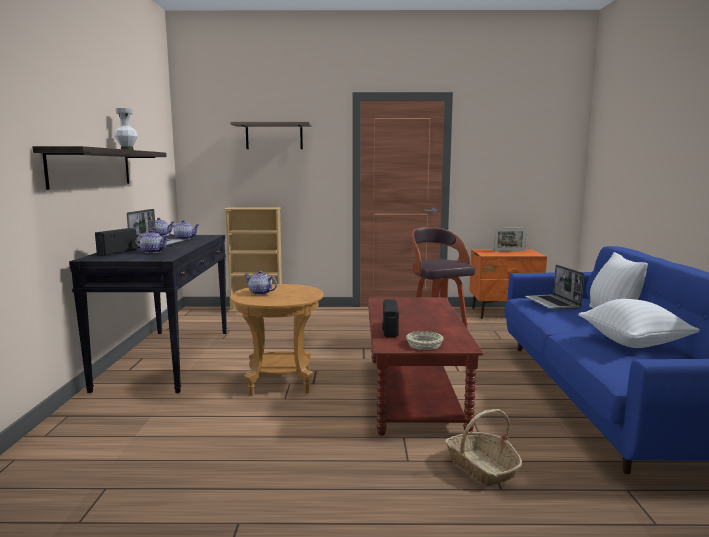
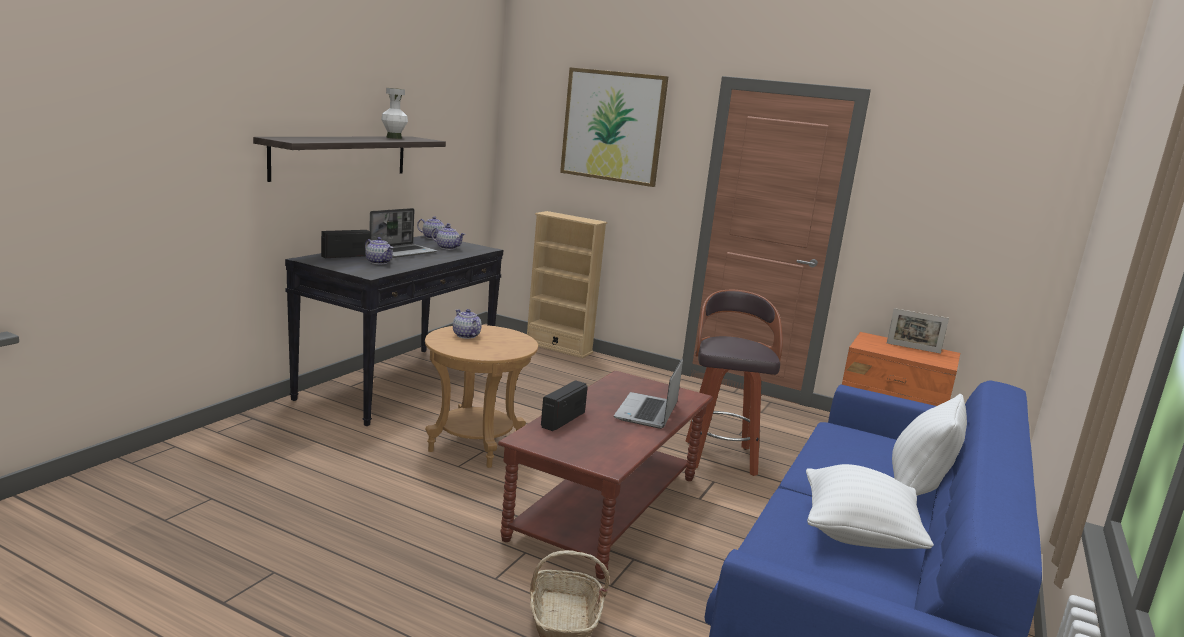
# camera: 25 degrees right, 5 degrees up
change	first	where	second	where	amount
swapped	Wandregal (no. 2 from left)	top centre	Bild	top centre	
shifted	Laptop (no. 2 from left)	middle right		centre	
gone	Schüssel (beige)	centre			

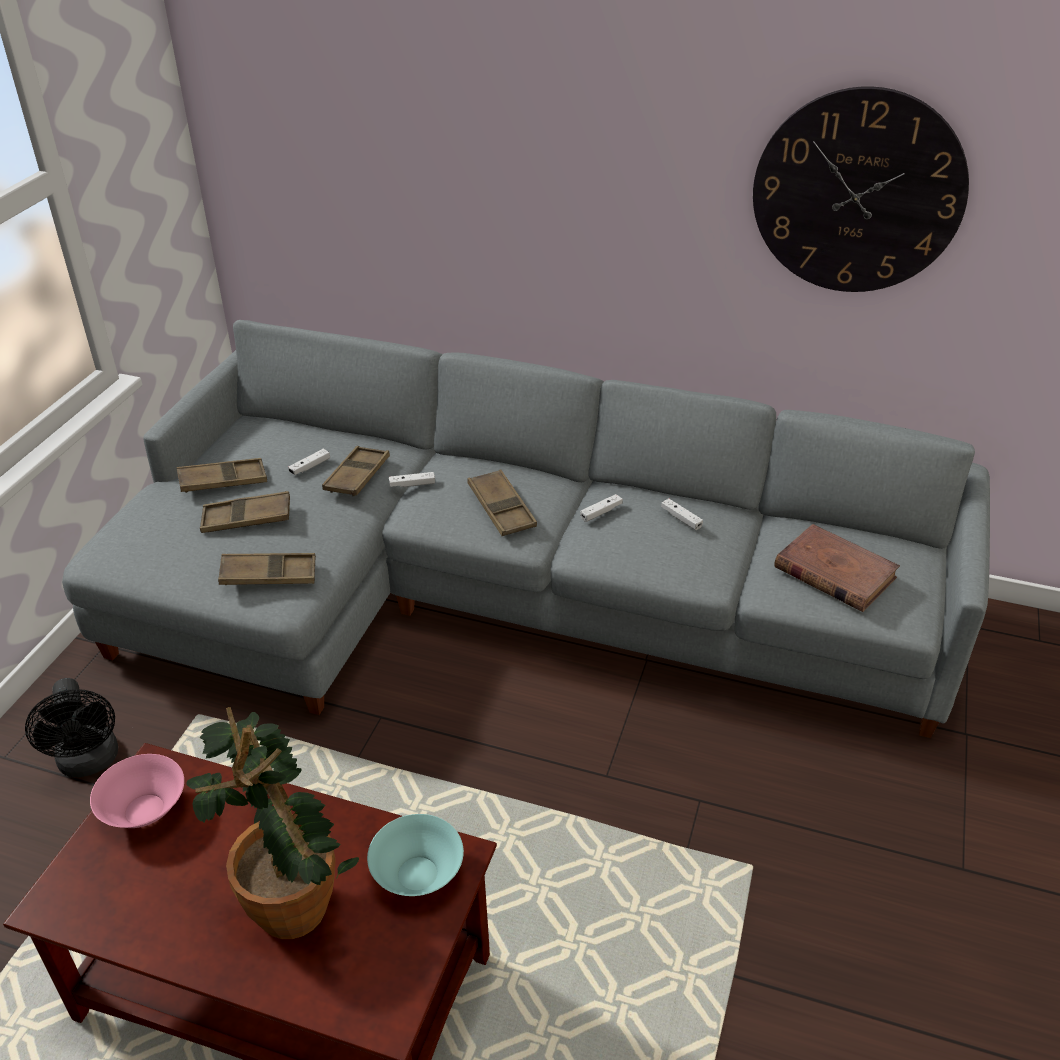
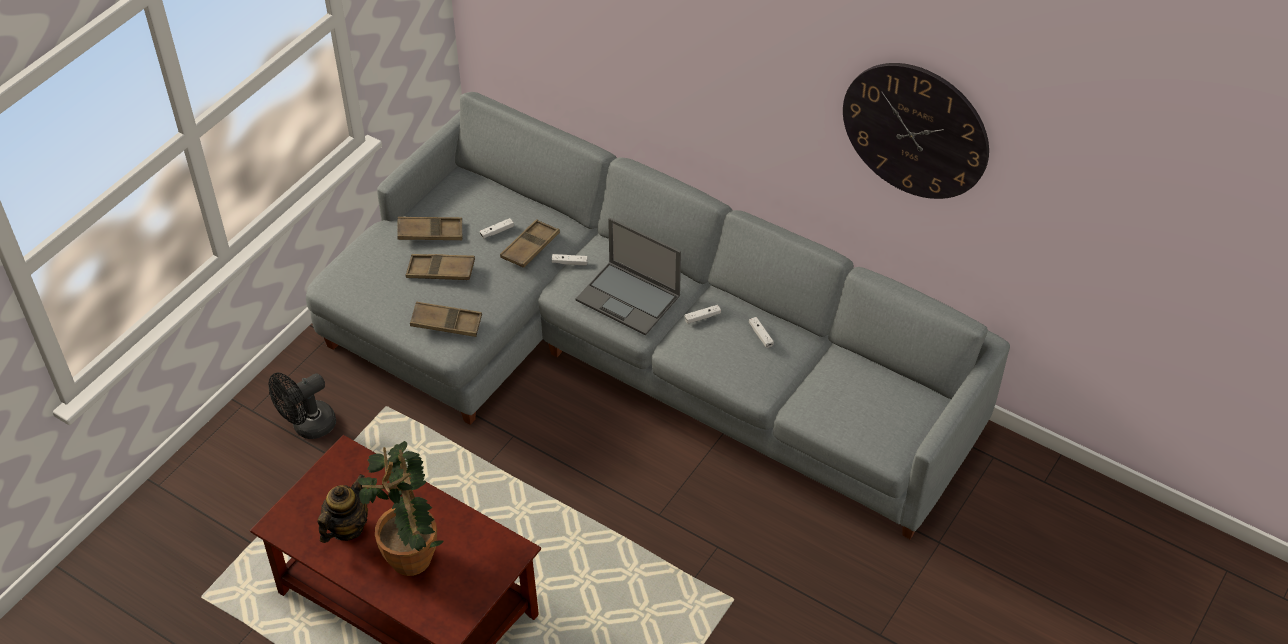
# camera: 15 degrees right, 10 degrees up
change	first	where	second	where	amount
rotated	Ventilator (schwarz)	bottom left		middle left	60 degrees clockwise
new			Teekanne	bottom left	
swapped	Tablett (braun) (no. 5 from left)	centre	Laptop	centre	
gone	Schüssel (rosa)	bottom left			
gone	Schüssel (türkis)	bottom centre			
gone	Buch (braun)	middle right			

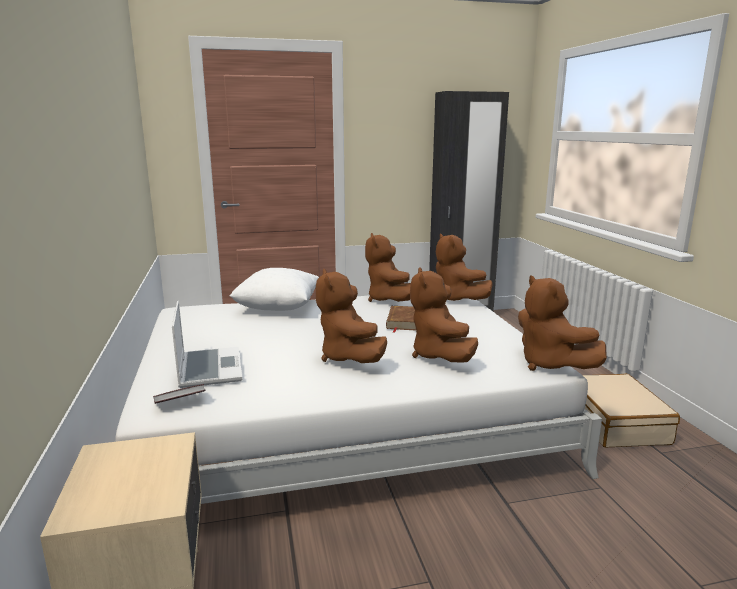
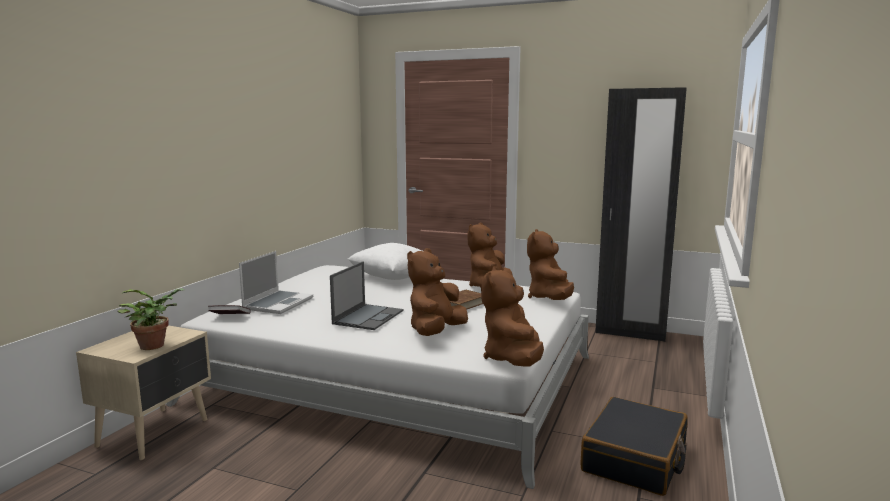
# camera: 35 degrees right, 5 degrees down
change	first	where	second	where	amount
new			Topfpflanze	middle left	
swapped	Plüschtier (braun) (no. 1 from left)	centre	Laptop (no. 2 from left)	centre	
repainted	Koffer (beige)	bottom right	Koffer (schwarz)	bottom right	

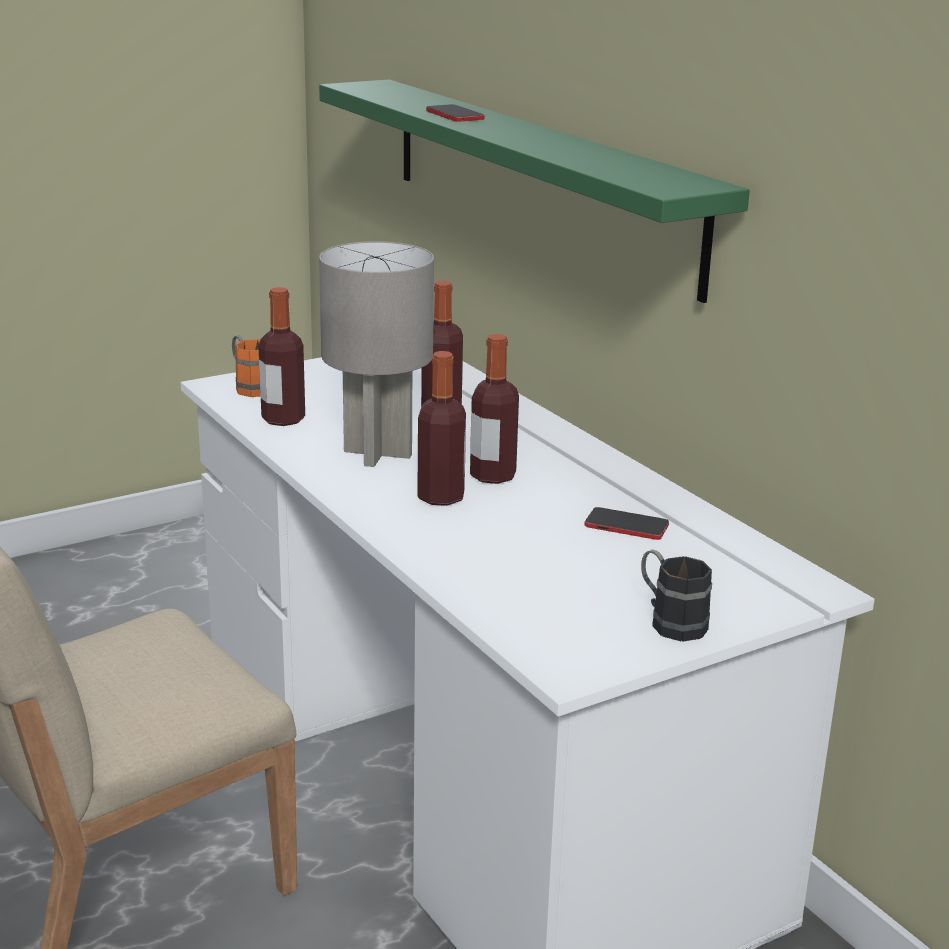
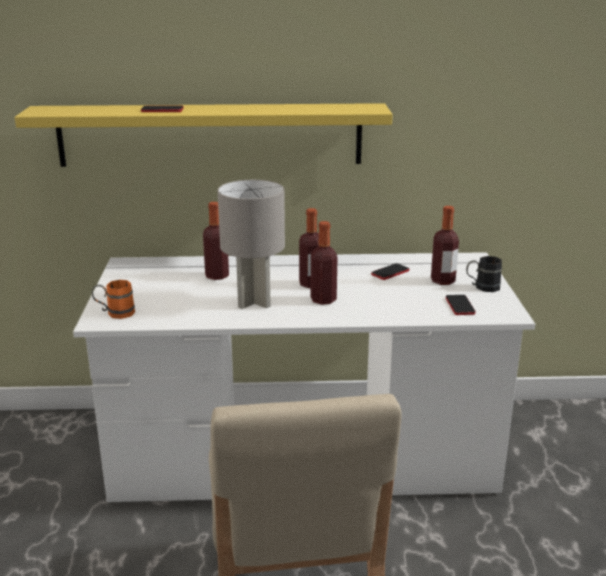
# camera: 60 degrees left, 0 degrees up
change	first	where	second	where	amount
repainted	Wandregal (grün)	top centre	Wandregal (gelb)	top centre	
shifted	Flasche (no. 1 from left in the first image)	middle left	Flasche (no. 4 from left)	middle right	
new			Handy (no. 3 from left)	middle right	

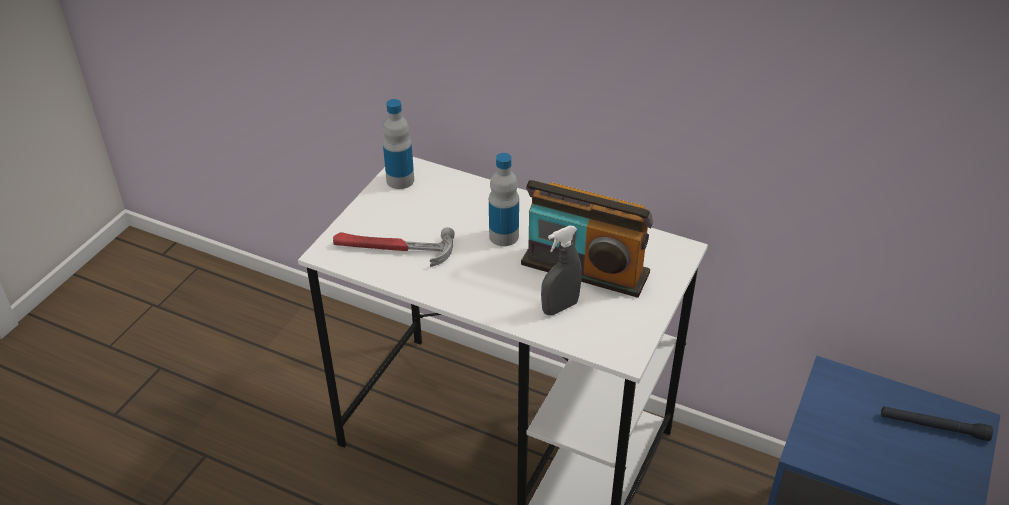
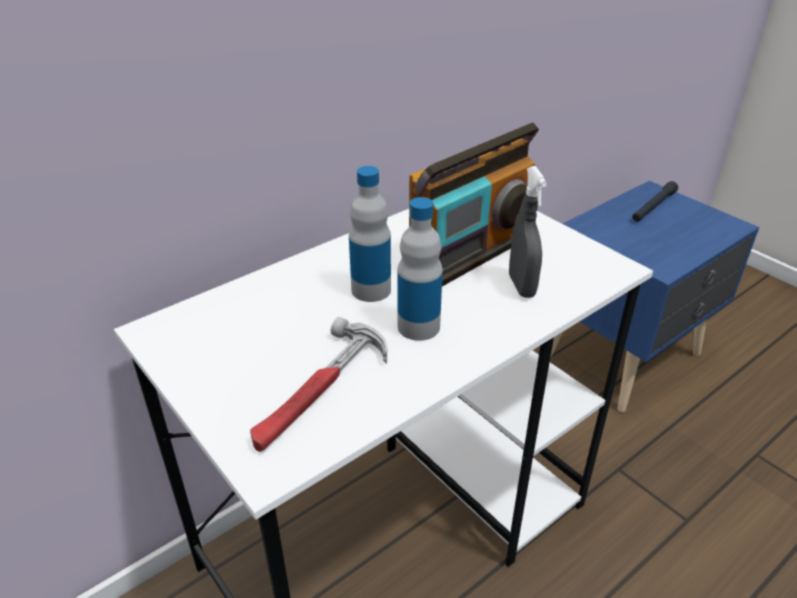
# camera: 65 degrees left, 5 degrees down
change	first	where	second	where	amount
shifted	Flasche (no. 1 from left in the first image)	top centre	Flasche (no. 2 from left)	centre	

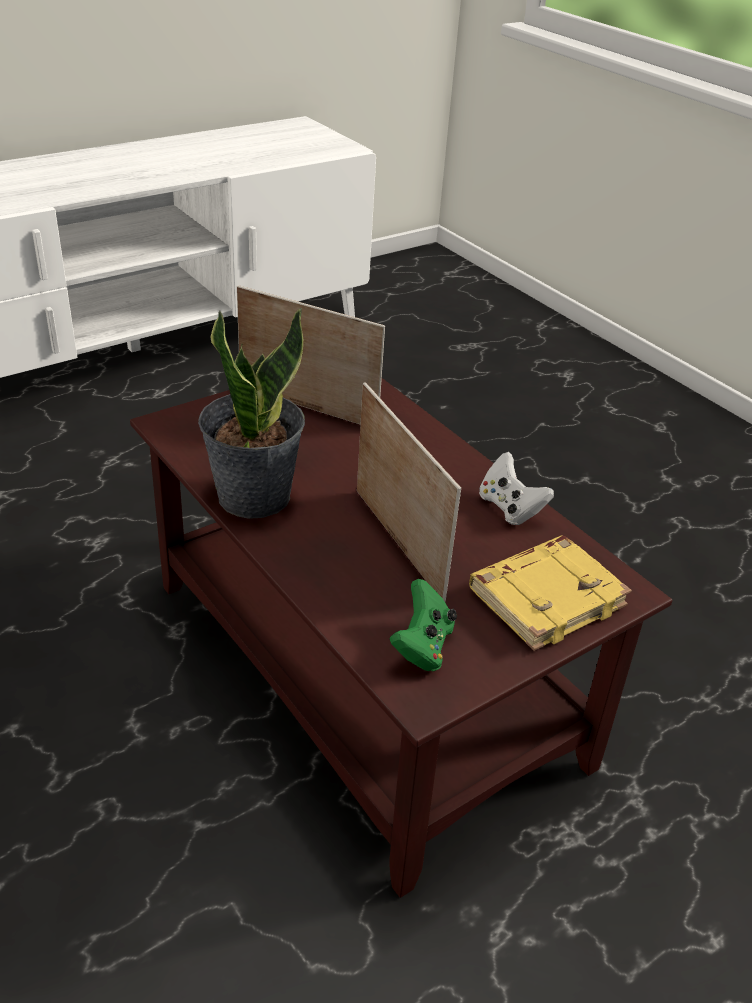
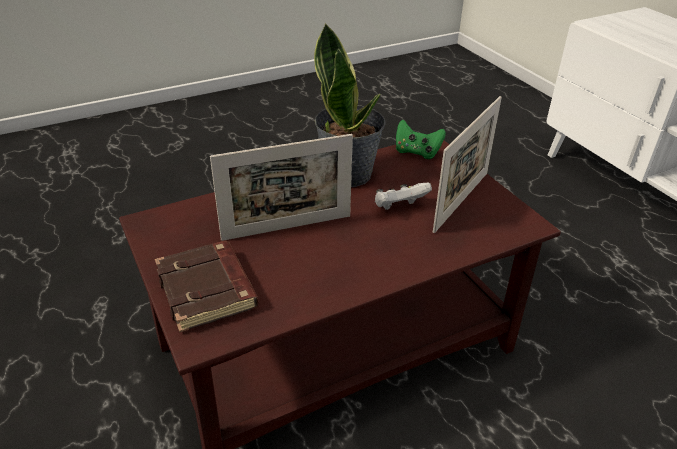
# camera: 100 degrees right, 0 degrees up
change	first	where	second	where	amount
repainted	Buch (gelb)	middle right	Buch (braun)	middle left	
shifted	Gamepad (weiß)	middle right		centre	
shifted	Gamepad (grün)	centre		top centre	

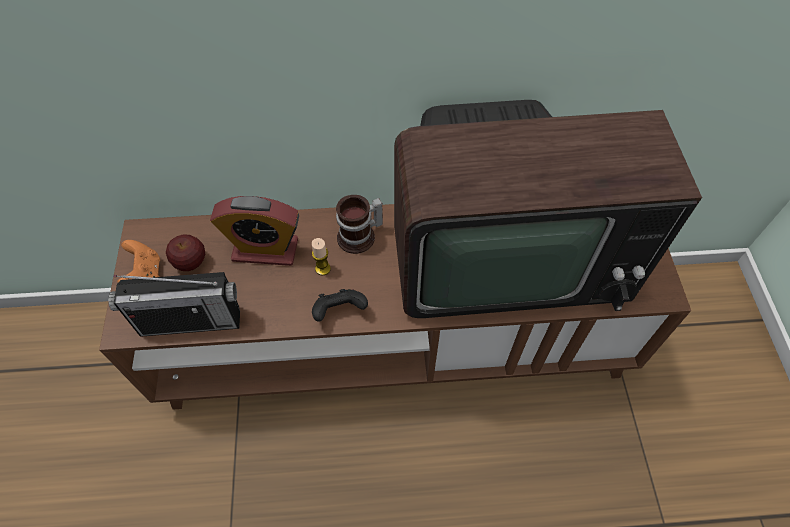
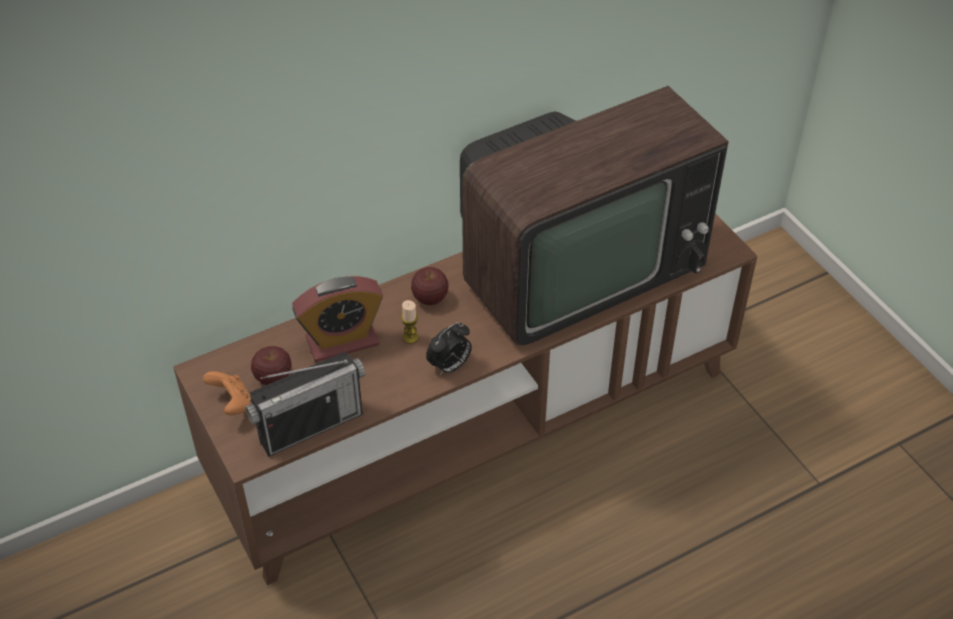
# camera: 25 degrees left, 10 degrees down
change	first	where	second	where	amount
swapped	Henkelbecher	centre	Apfel (no. 2 from left)	centre	
swapped	Gamepad (schwarz)	centre	Wecker (no. 2 from left)	centre	

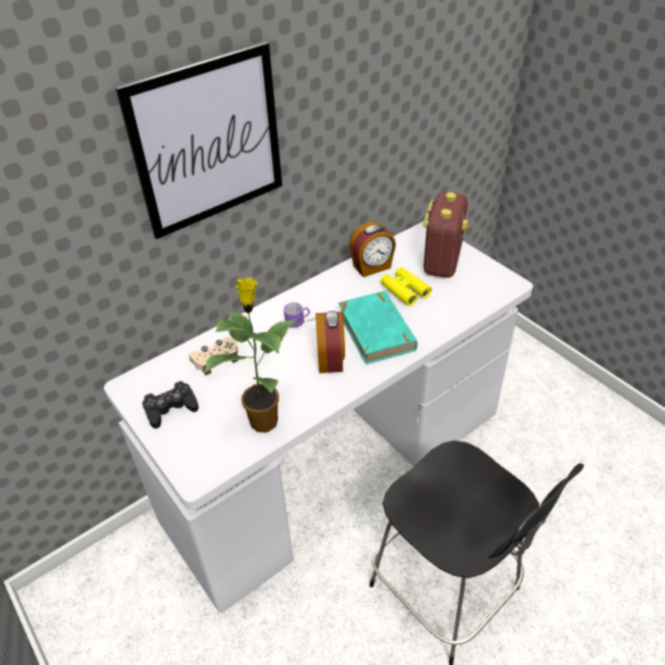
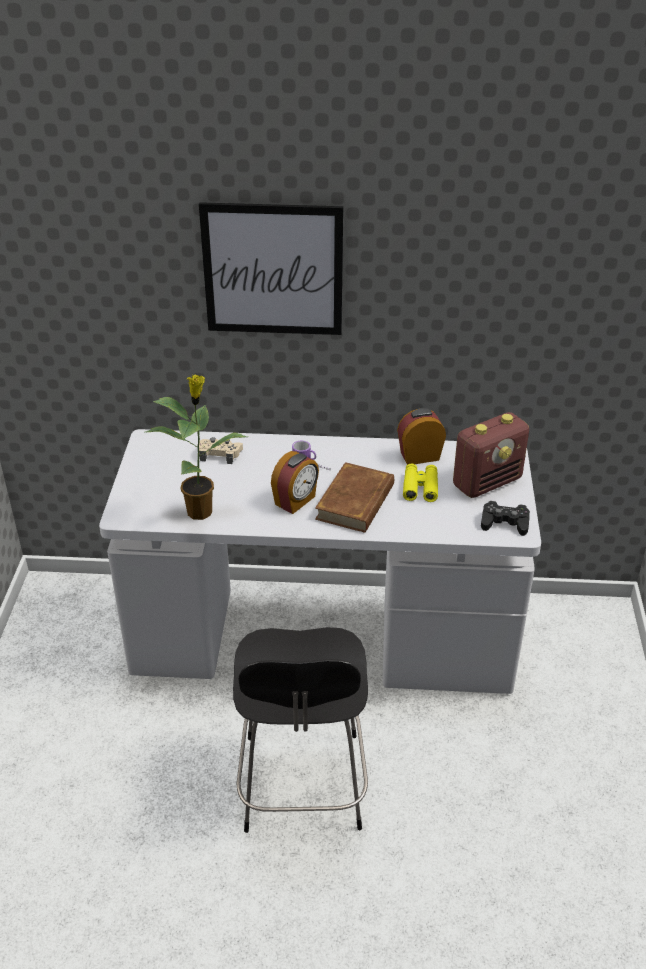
# camera: 40 degrees right, 5 degrees down
change	first	where	second	where	amount
repainted	Buch (türkis)	centre	Buch (braun)	centre	
rotated	Wecker (no. 2 from left)	centre		centre	150 degrees clockwise
shifted	Gamepad (schwarz)	middle left		middle right	

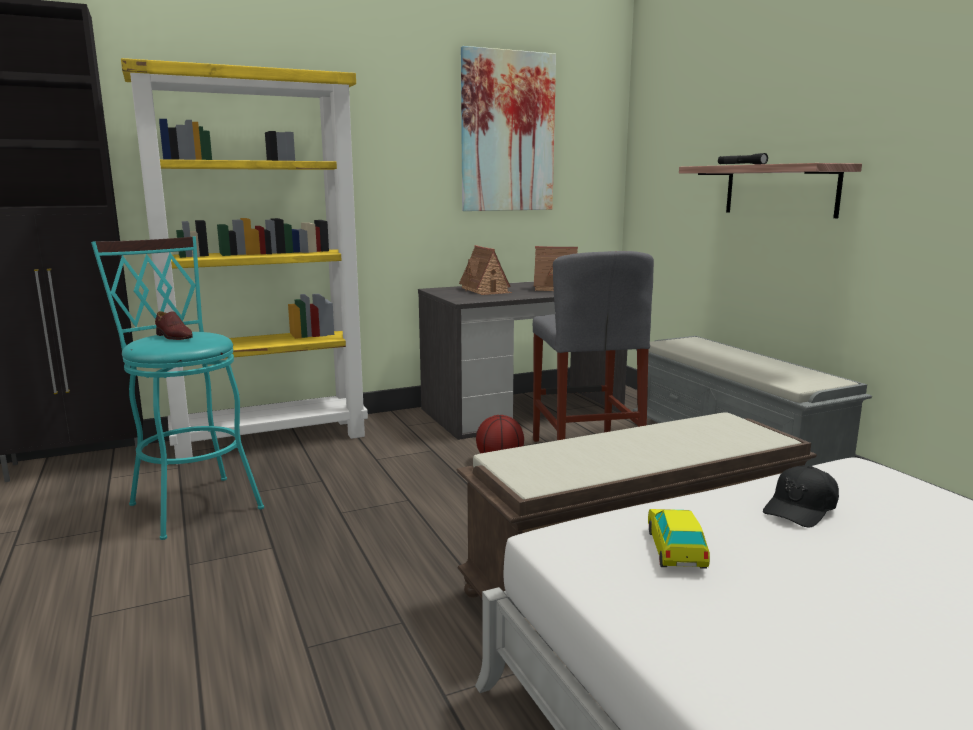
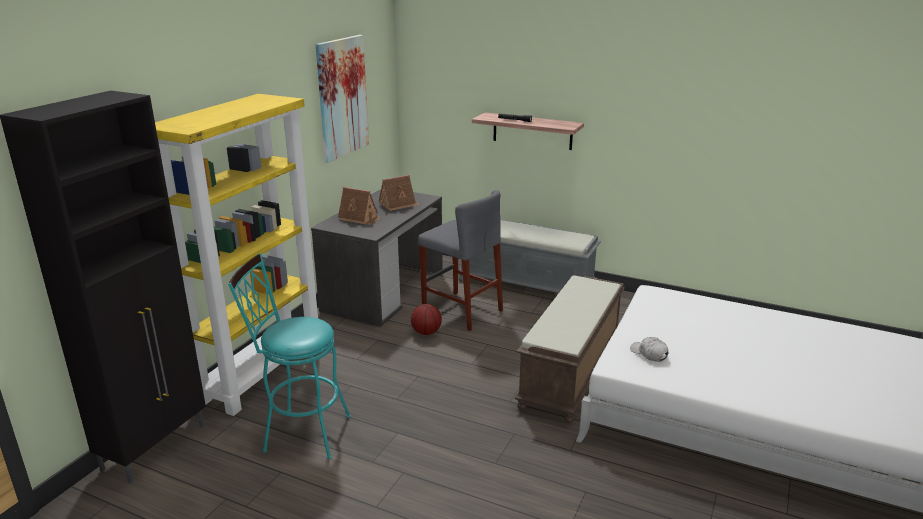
# camera: 40 degrees left, 10 degrees up
change	first	where	second	where	amount
swapped	Spielzeugauto	bottom right	Kappe (weiß)	bottom right	
gone	Schuh (braun)	middle left			
gone	Kappe (schwarz)	bottom right			

